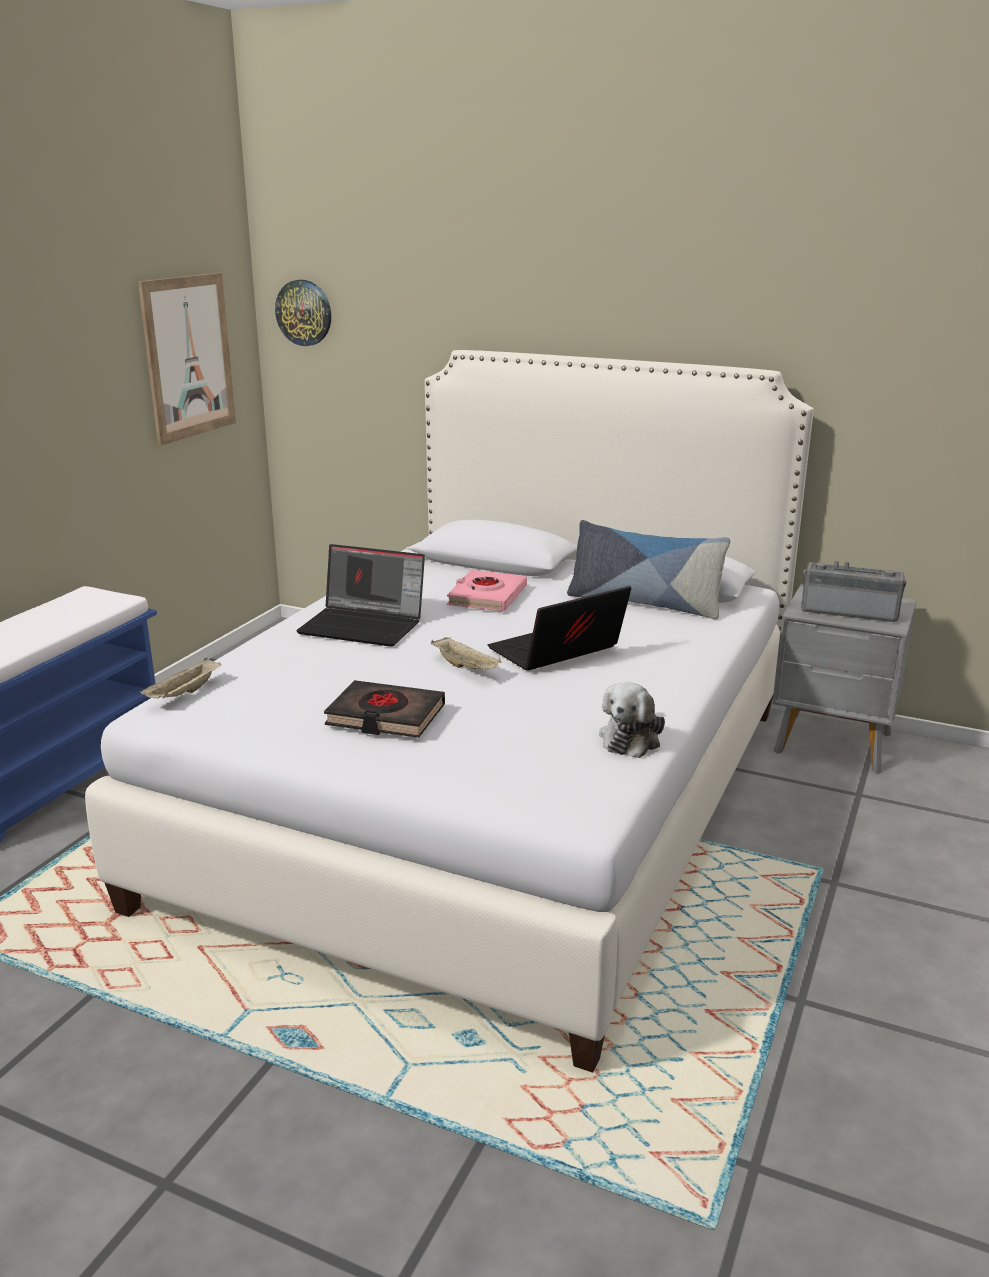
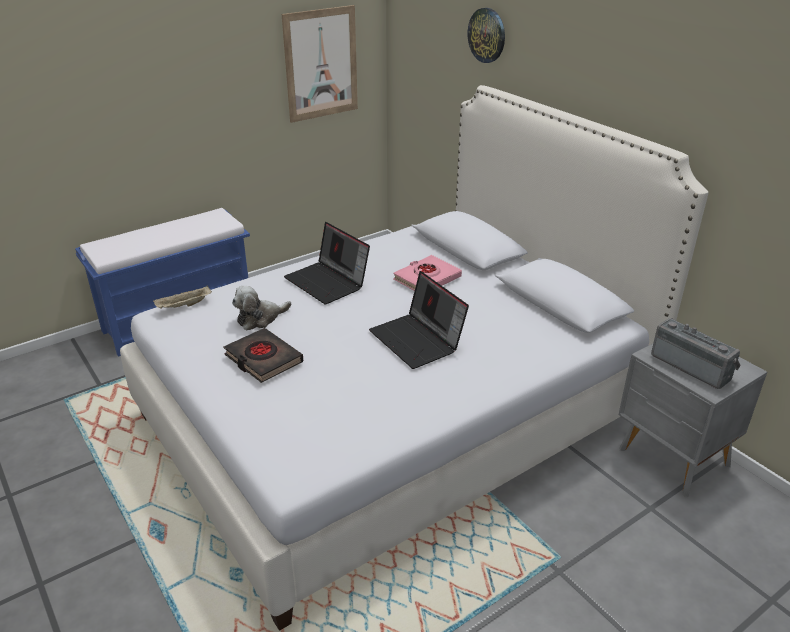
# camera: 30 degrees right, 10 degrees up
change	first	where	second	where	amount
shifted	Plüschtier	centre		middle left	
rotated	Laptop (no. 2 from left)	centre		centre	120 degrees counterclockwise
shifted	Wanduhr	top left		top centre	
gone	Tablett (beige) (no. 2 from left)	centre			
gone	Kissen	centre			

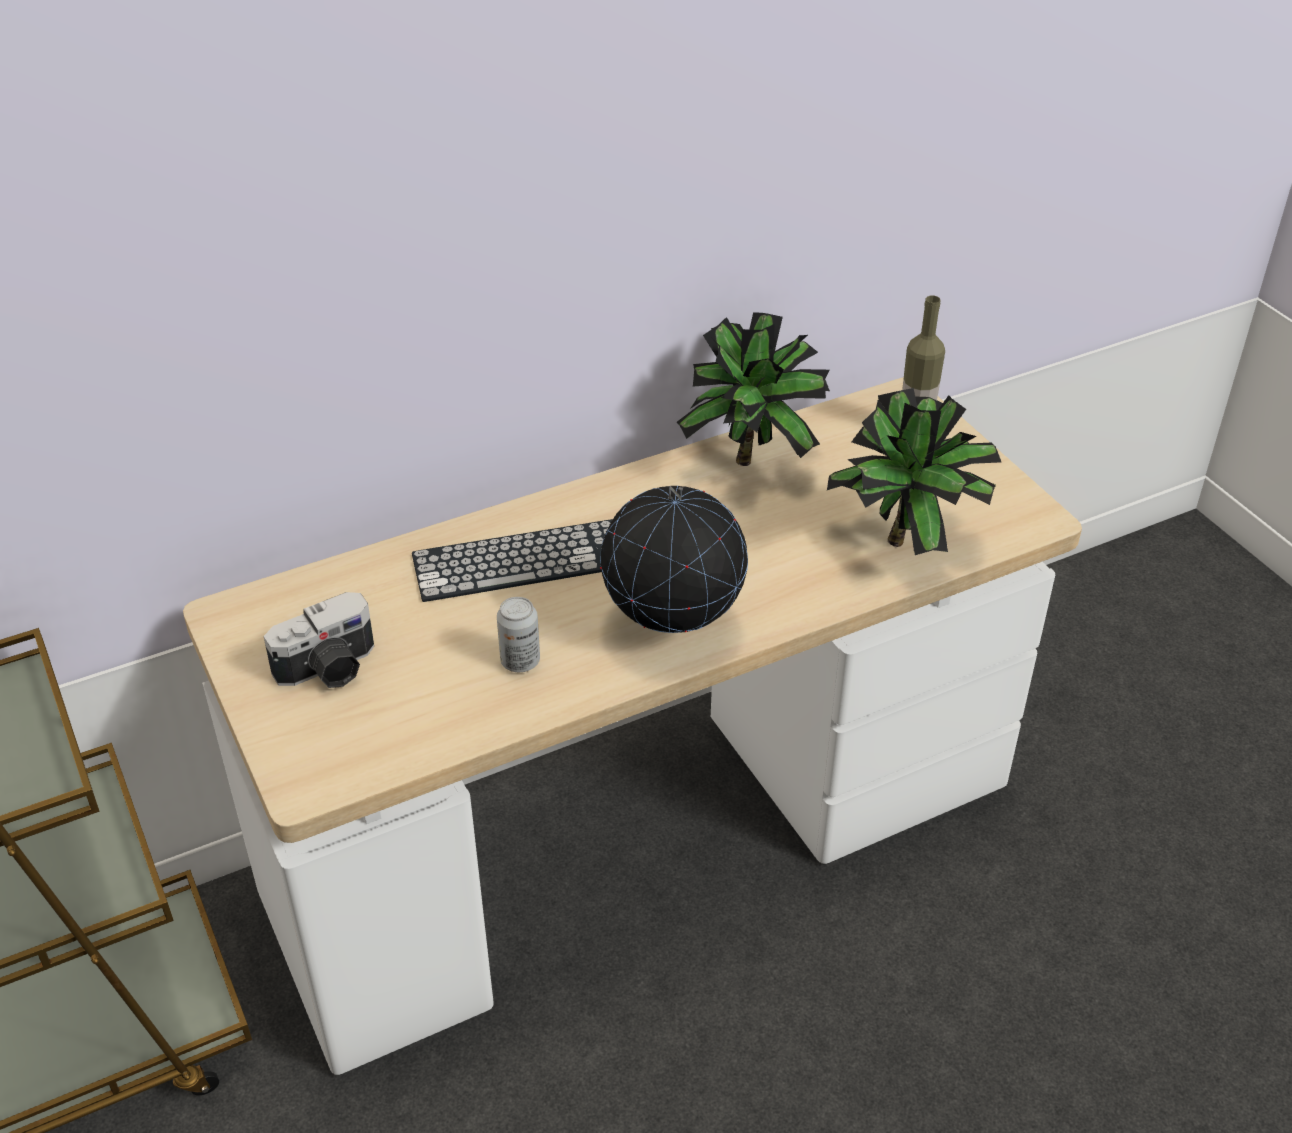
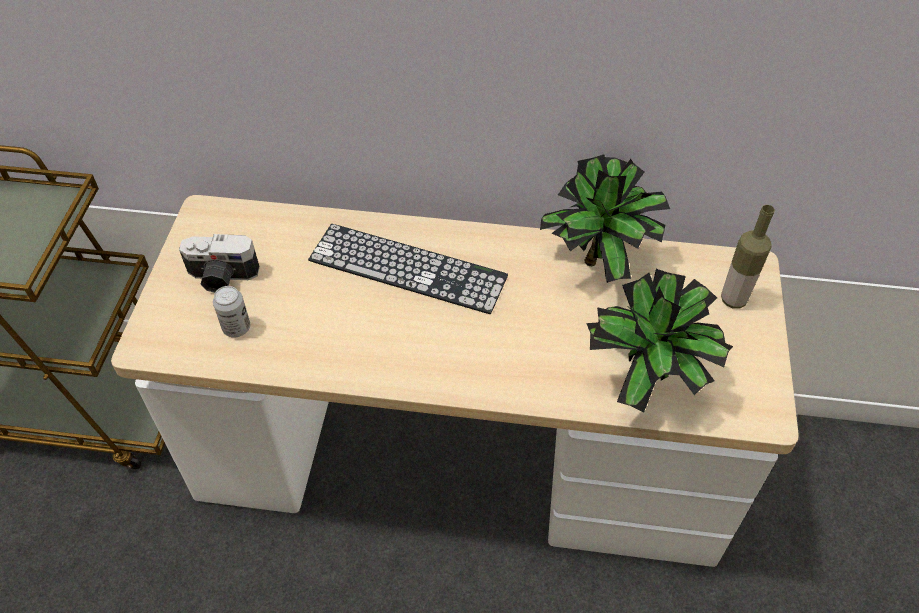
# camera: 35 degrees right, 10 degrees up
change	first	where	second	where	amount
shifted	Dose	centre		middle left	
gone	Globus	centre			

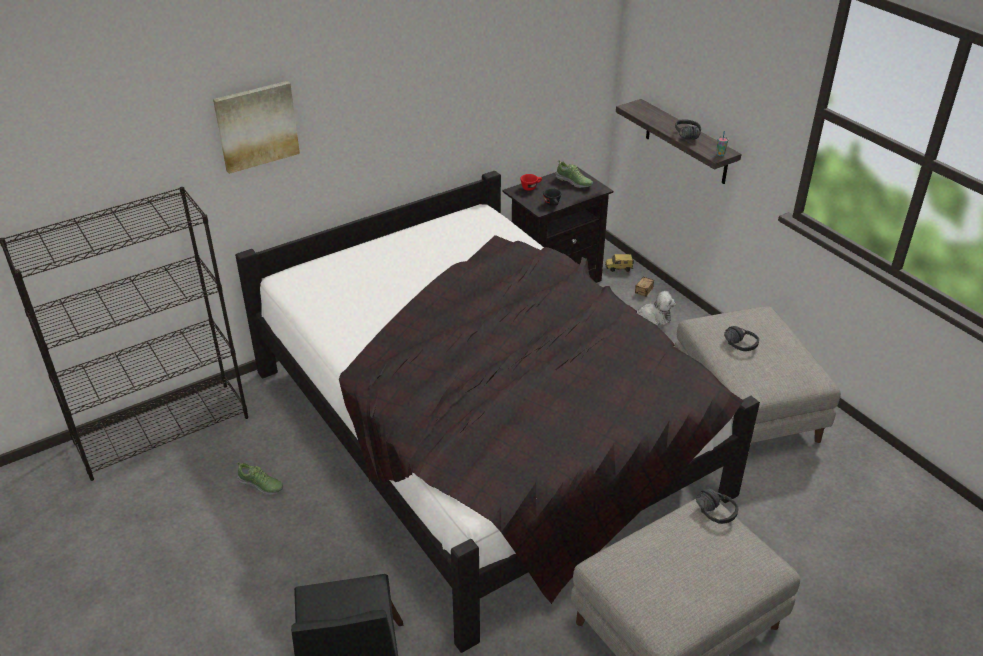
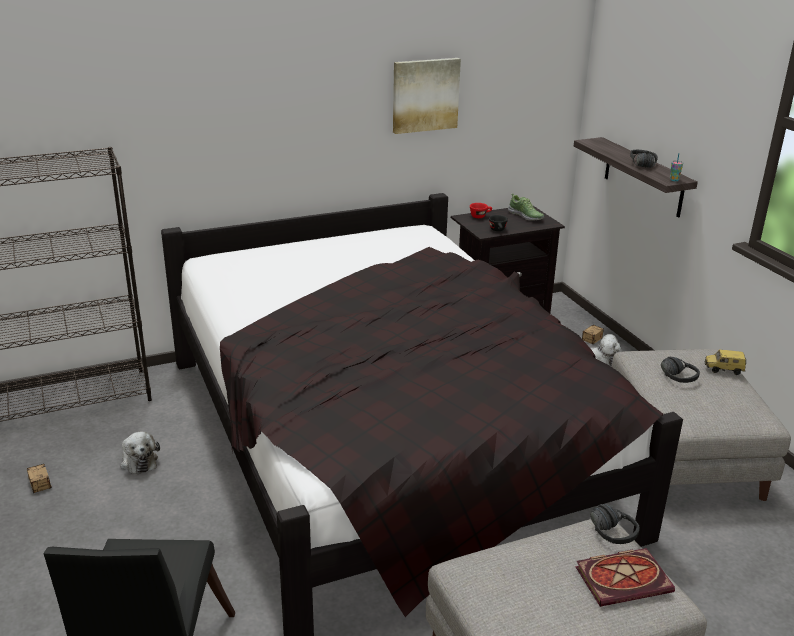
# camera: 10 degrees right, 10 degrees down
change	first	where	second	where	amount
new			Aufbewahrungsbox (no. 1 from left)	bottom left	
swapped	Schuh (no. 1 from left)	bottom left	Plüschtier (no. 1 from left)	bottom left	
shifted	Bild	top left		top centre	
new			Buch	bottom right	
shifted	Spielzeugauto	centre		middle right	

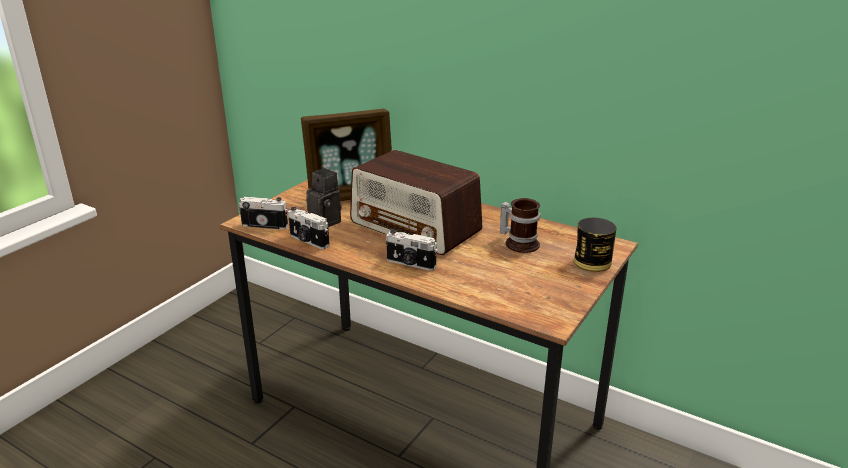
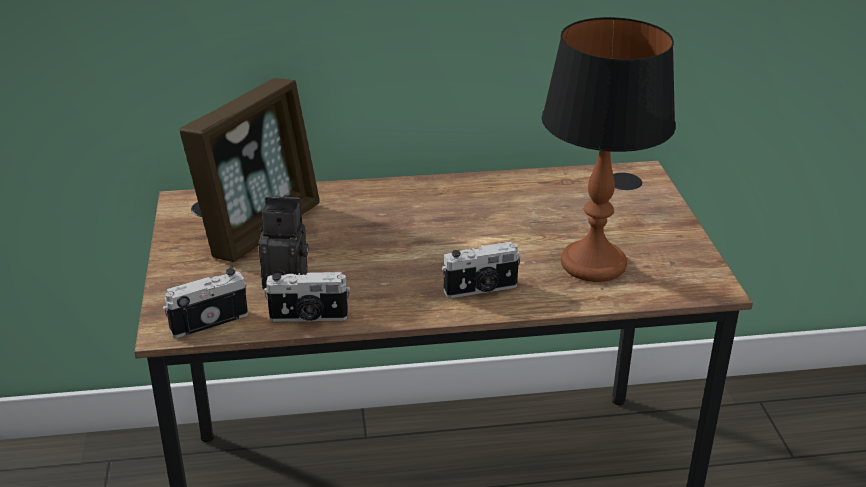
# camera: 40 degrees left, 5 degrees up
change	first	where	second	where	amount
new			Tischlampe	top right	
gone	Radio	centre			
gone	Henkelbecher	centre			
gone	Dose	middle right			

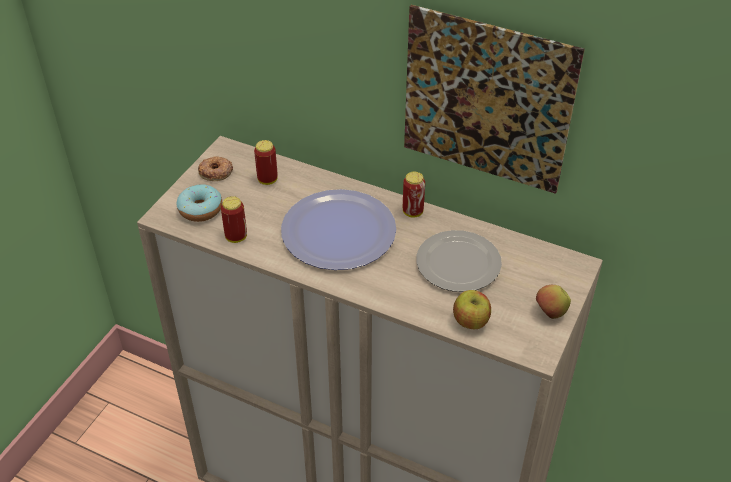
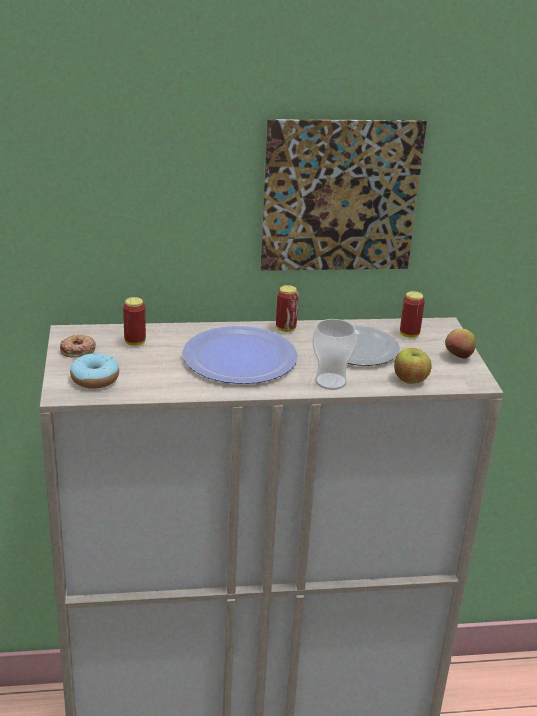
# camera: 35 degrees left, 15 degrees down
change	first	where	second	where	amount
new			Tasse	centre	
shifted	Dose (no. 1 from left in the first image)	middle left	Dose (no. 3 from left)	middle right	

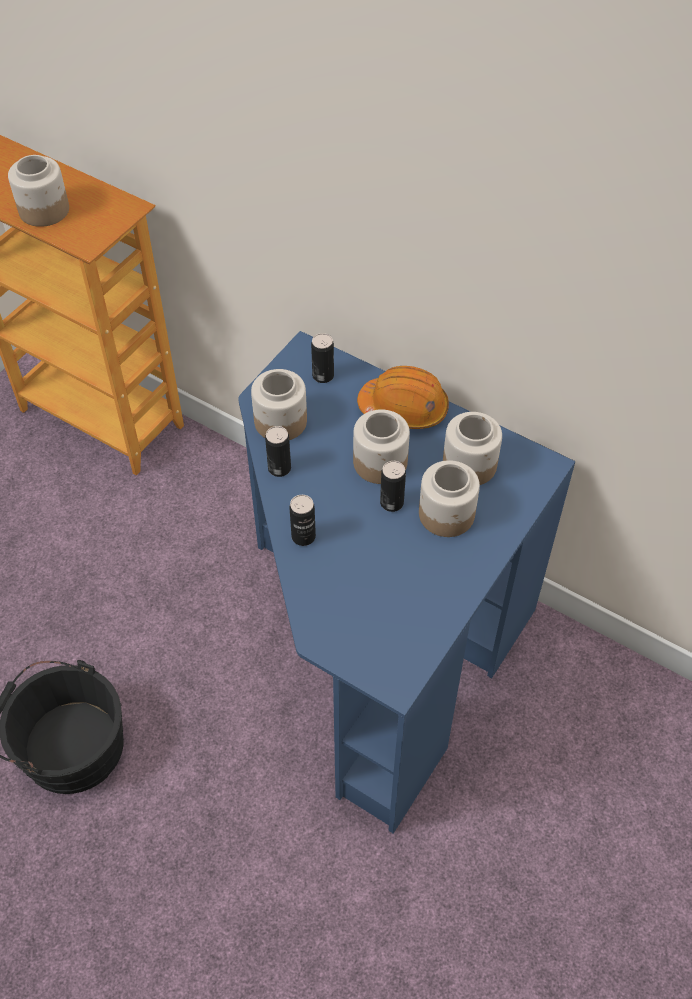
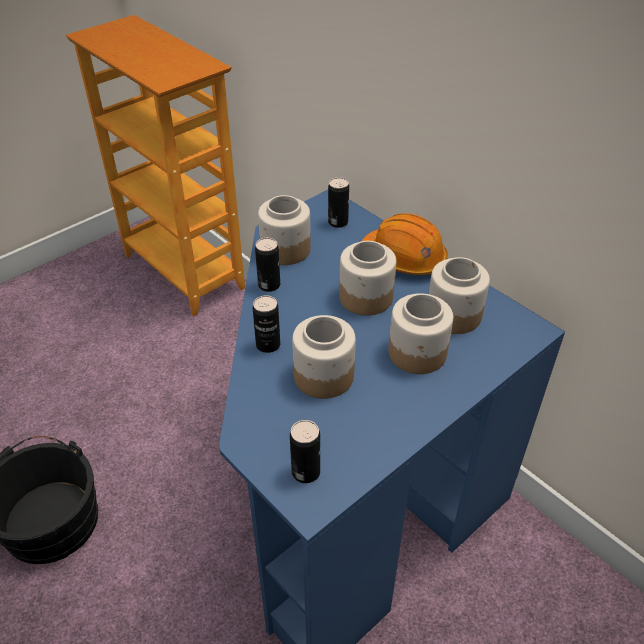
# camera: 15 degrees right, 10 degrees down
change	first	where	second	where	amount
shifted	Dose (no. 4 from left in the first image)	centre	Dose (no. 3 from left)	bottom centre	
shifted	Vorratsglas (no. 1 from left in the first image)	top left	Vorratsglas (no. 2 from left)	centre	

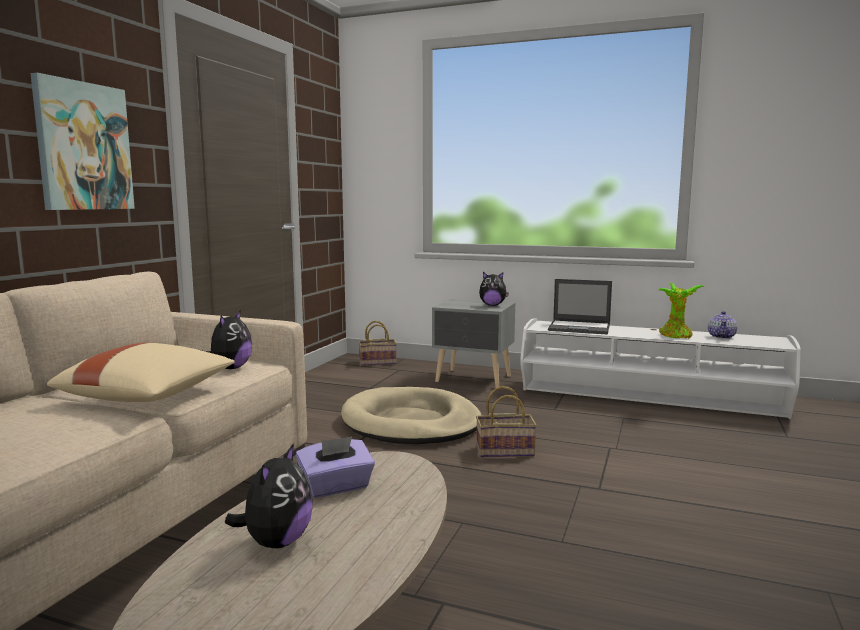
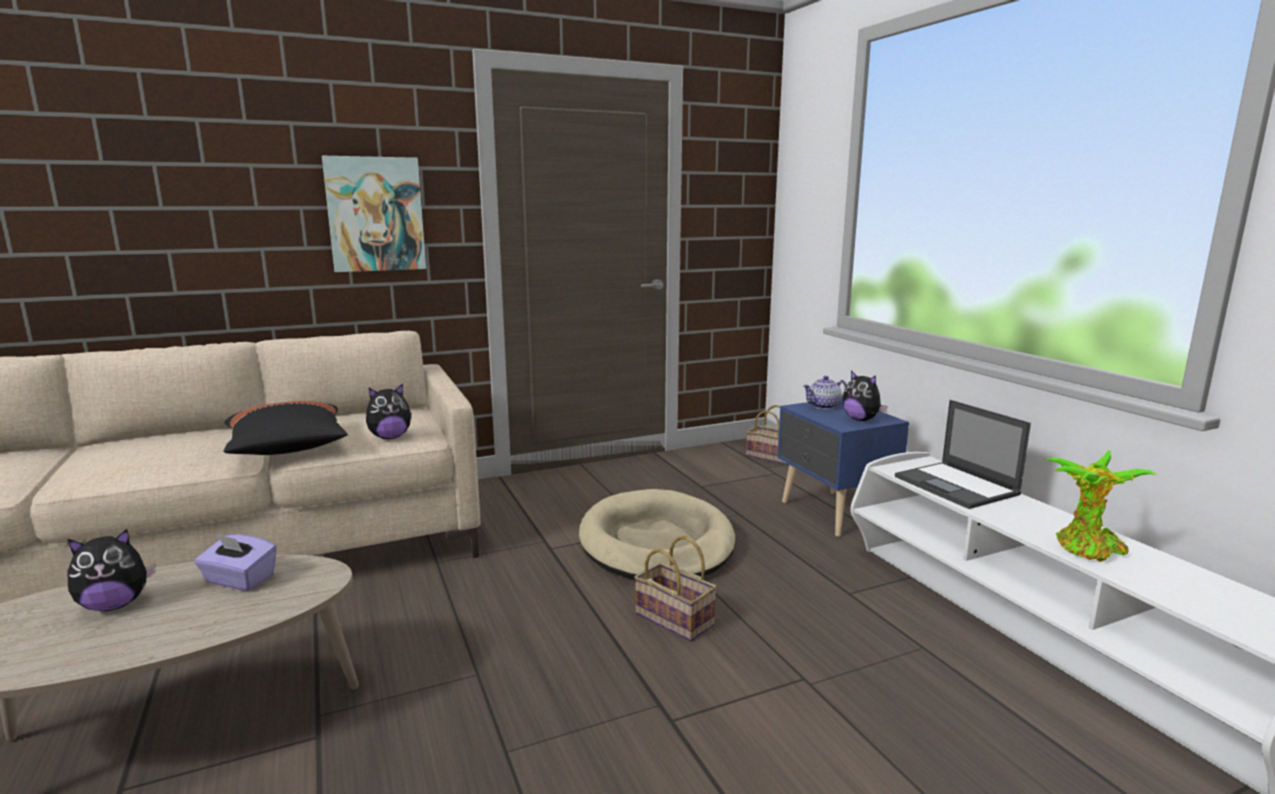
# camera: 45 degrees right, 5 degrees up
change	first	where	second	where	amount
repainted	Kissen (beige)	middle left	Kissen (schwarz)	middle left	
repainted	Nachttisch (grau)	centre	Nachttisch (blau)	centre	
shifted	Teekanne	middle right		centre	

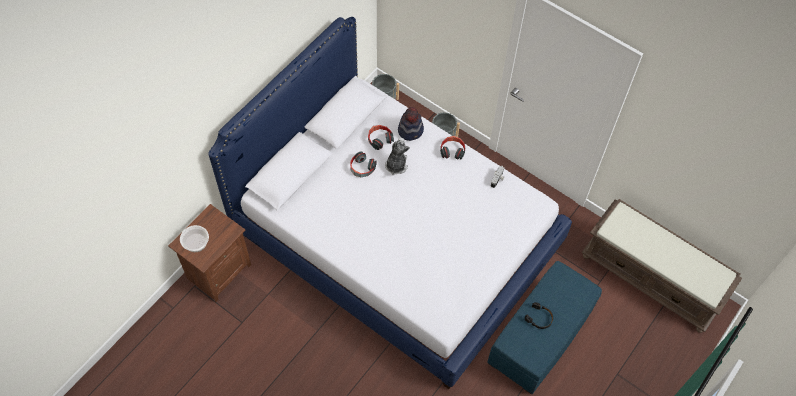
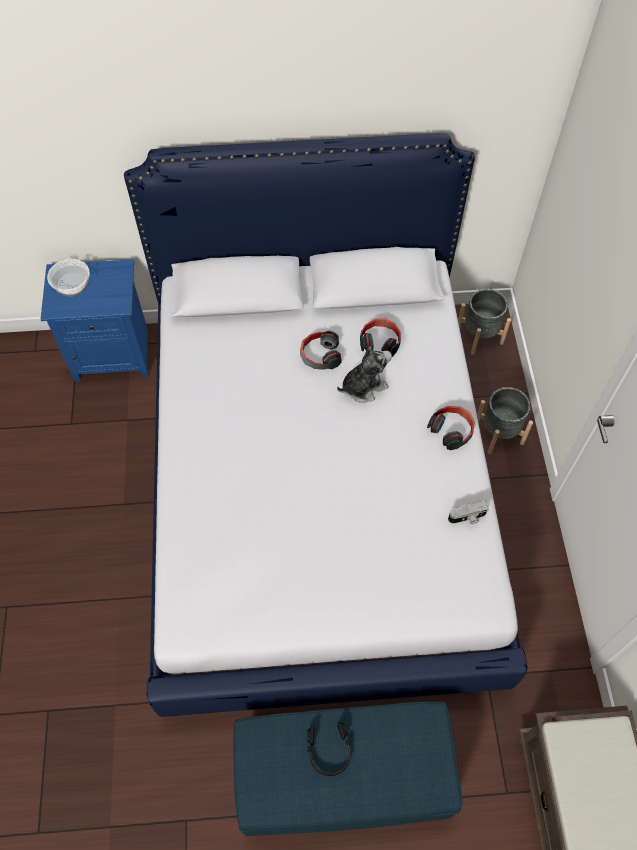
# camera: 50 degrees right, 0 degrees up
change	first	where	second	where	amount
repainted	Nachttisch (braun)	middle left	Nachttisch (blau)	middle left	
gone	Hut	top centre			

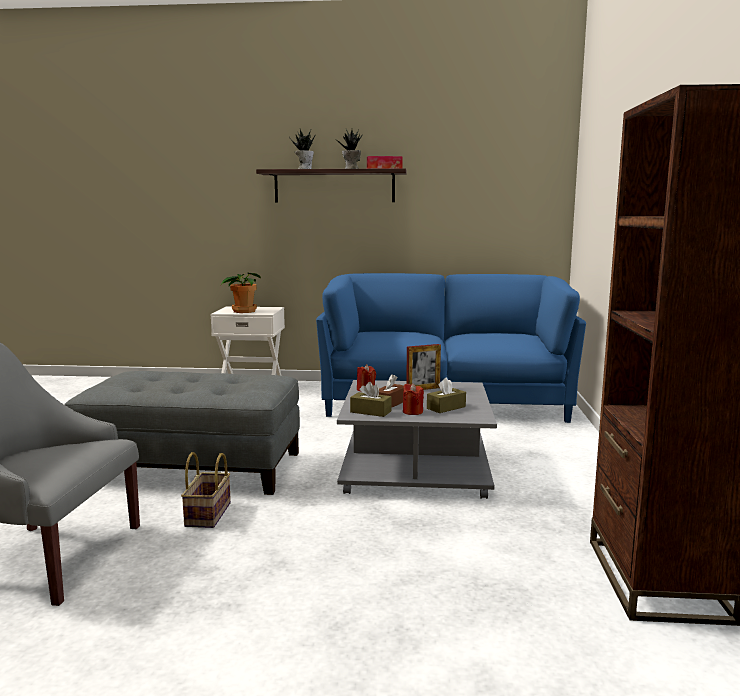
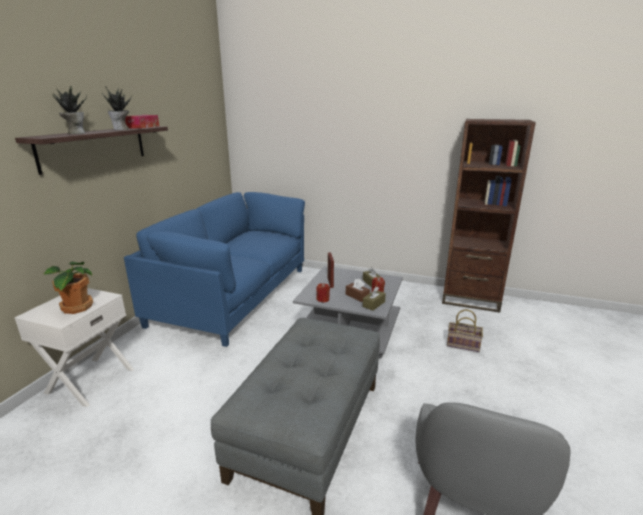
# camera: 75 degrees left, 10 degrees up
change	first	where	second	where	amount
shifted	Korb	bottom left		middle right	

